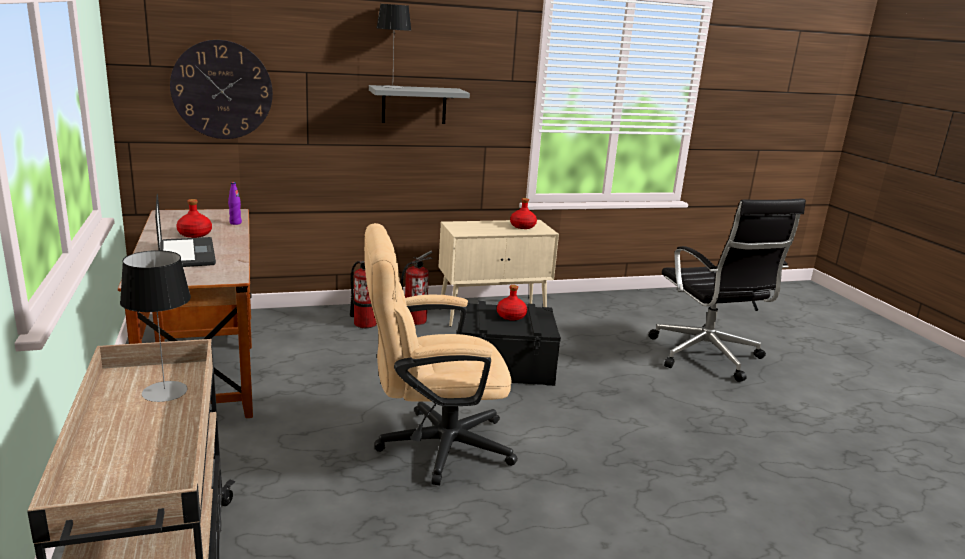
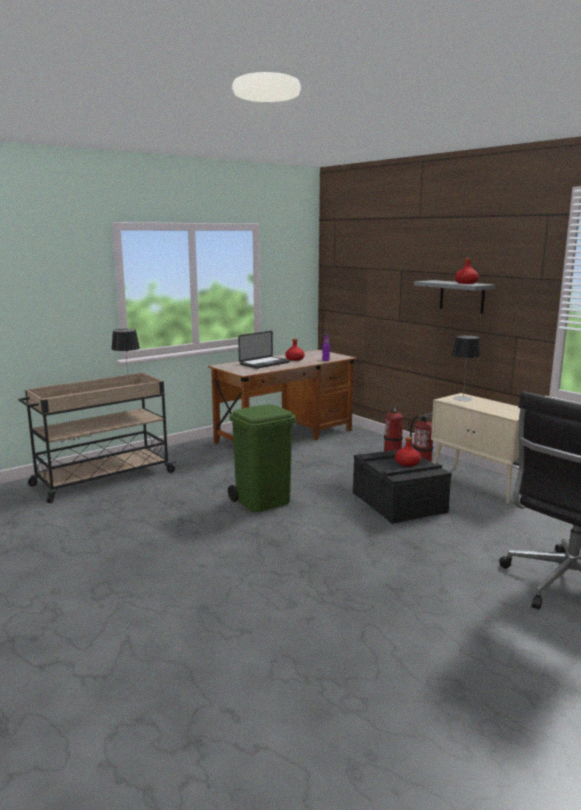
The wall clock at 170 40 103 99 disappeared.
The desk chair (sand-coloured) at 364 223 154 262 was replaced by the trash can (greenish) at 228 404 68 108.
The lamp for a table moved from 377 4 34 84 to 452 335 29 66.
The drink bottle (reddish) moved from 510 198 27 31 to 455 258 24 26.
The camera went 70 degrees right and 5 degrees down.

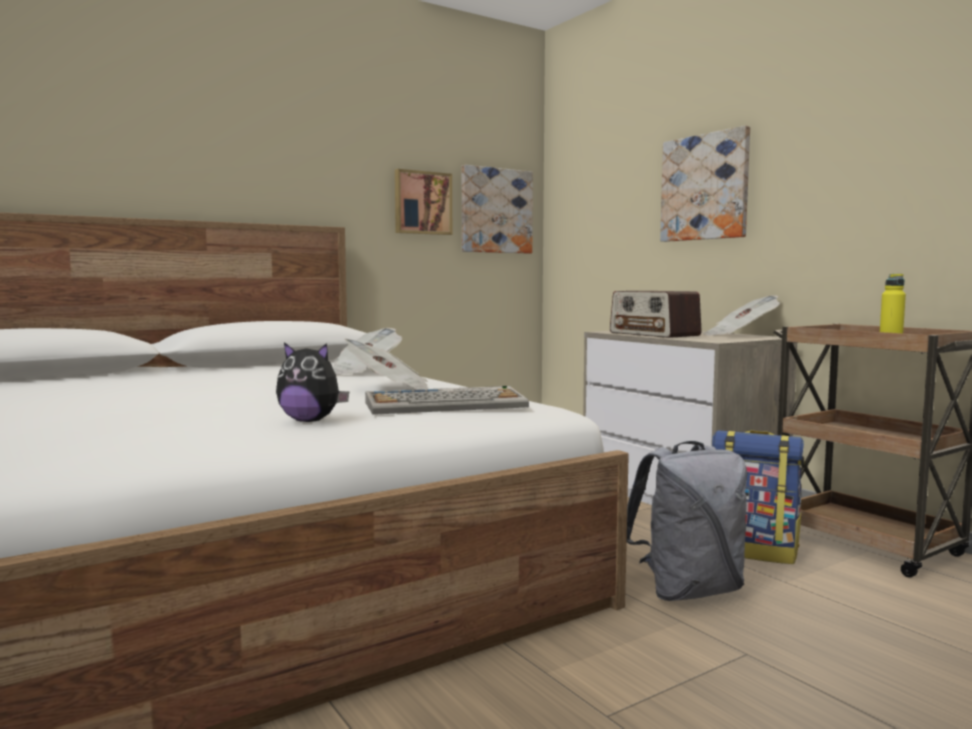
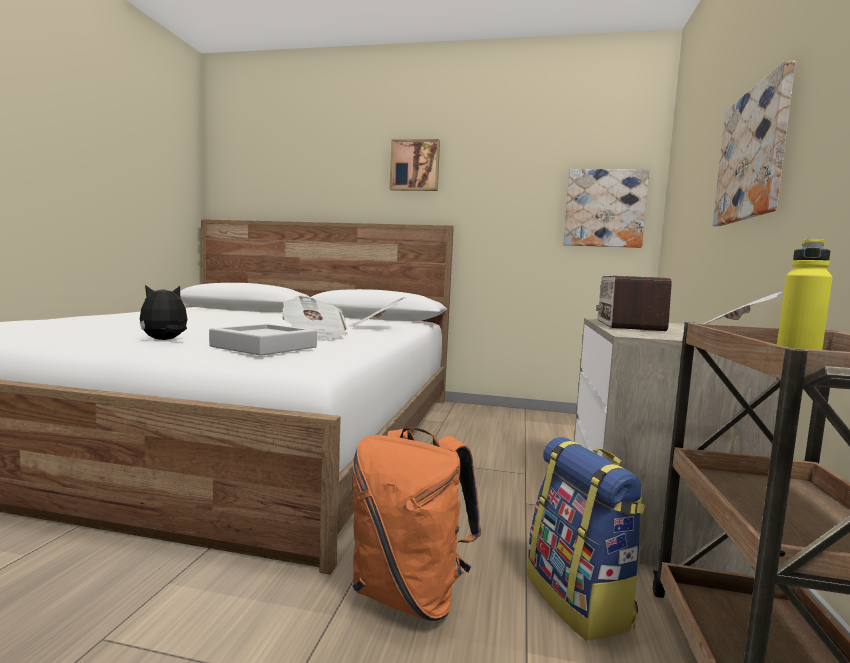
The soft toy at 276 342 73 80 turned 75 degrees clockwise.
The keyboard at 365 386 164 29 was replaced by the serving tray (gray) at 209 324 108 32.
The wall art moved from 395 169 57 66 to 390 139 50 52.
The backpack (gray) at 627 441 120 160 became the backpack (orange-coloured) at 352 427 129 194.
The camera went 45 degrees right and 0 degrees up.

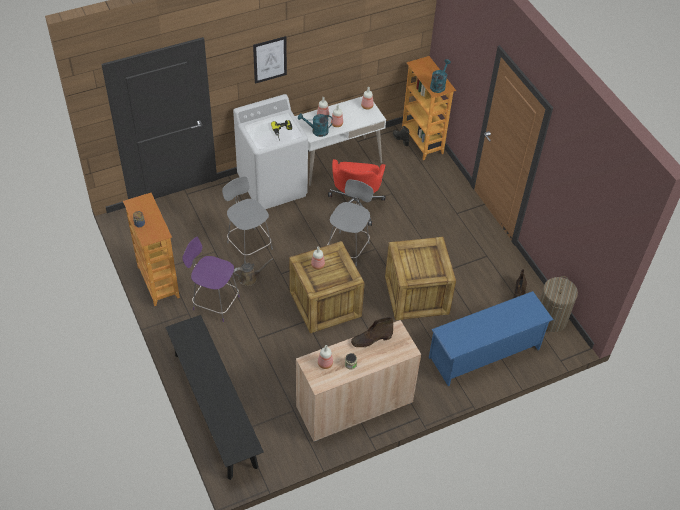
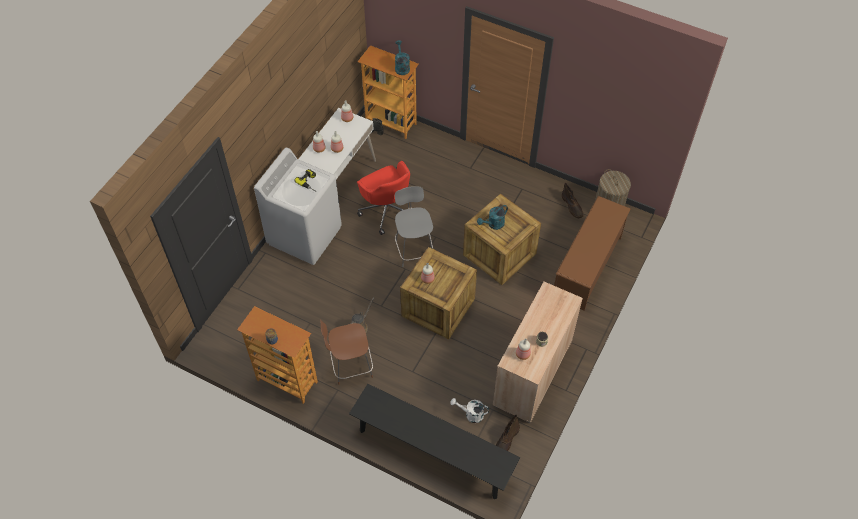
The sitting stool (purple-coloured) at 182 237 58 85 became the sitting stool (brown) at 320 319 53 66.
The sitting stool (gray) at 222 176 51 87 disappeared.
The wall art at 253 36 34 48 disappeared.
The watering can (turquoise-coloured) moved from 298 113 35 24 to 477 205 31 25.
The tall boot (brown) moved from 351 317 42 31 to 496 415 24 36.
The shoe stand (blue) at 429 291 125 95 became the shoe stand (brown) at 554 196 77 115.
The watering can (white-coloured) at 451 398 38 25 appeared.
The camera went 35 degrees left and 5 degrees up.

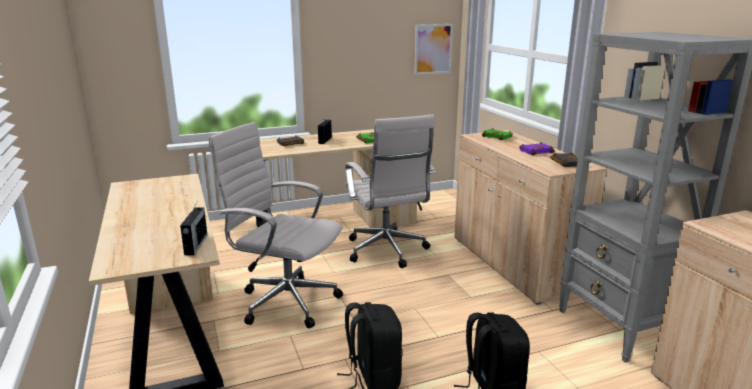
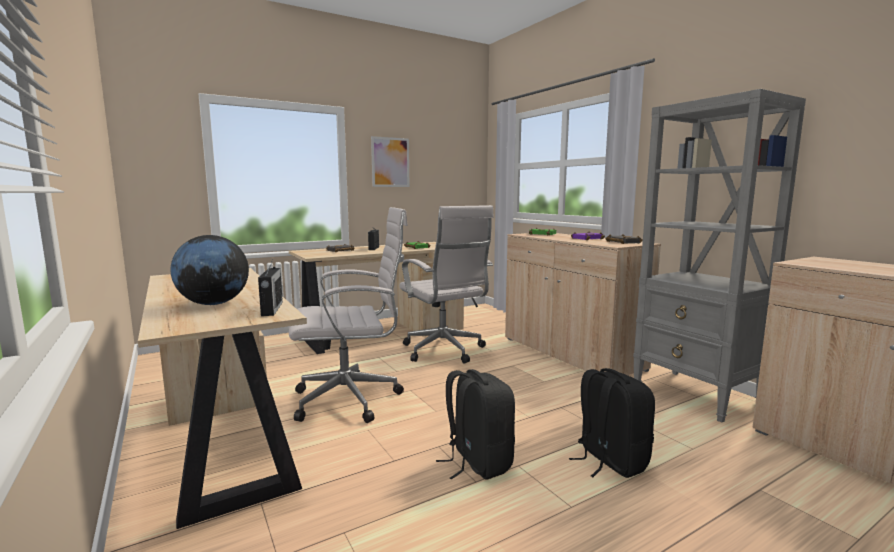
The desk chair (white-coloured) at 209 122 134 207 turned 150 degrees clockwise.
The wall art moved from 415 24 38 51 to 371 136 38 51.
The globe at 171 235 78 70 appeared.
The camera went 10 degrees left and 10 degrees down.

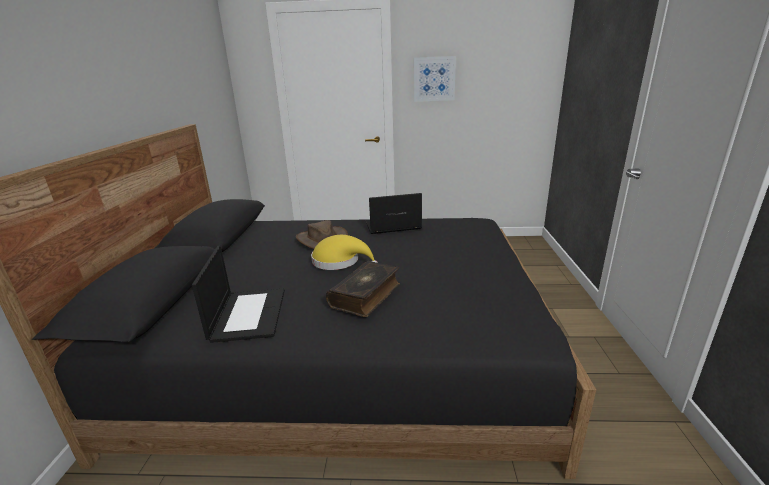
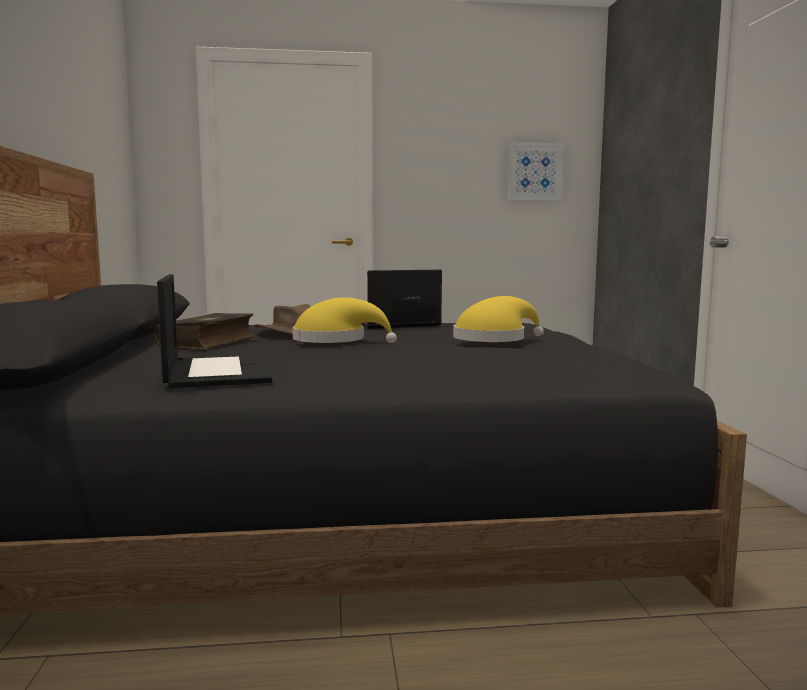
The volume moved from 326 261 74 56 to 155 313 100 36.
The wall art moved from 414 56 42 46 to 507 142 57 59.
The wearable hat (yellow) at 453 296 91 46 appeared.
The camera went 10 degrees left and 15 degrees down.

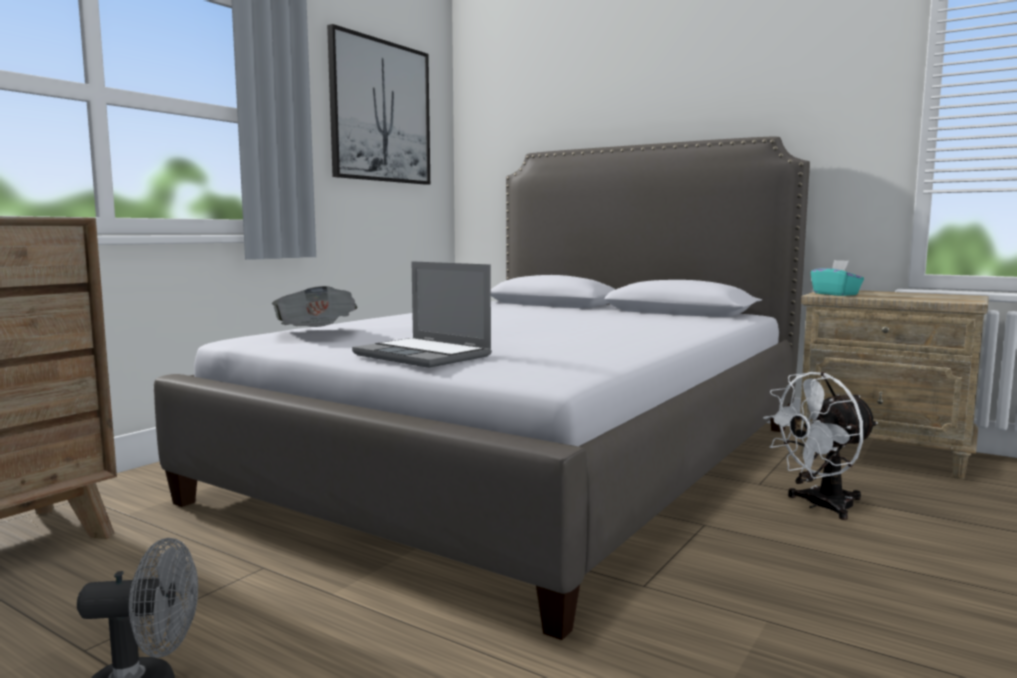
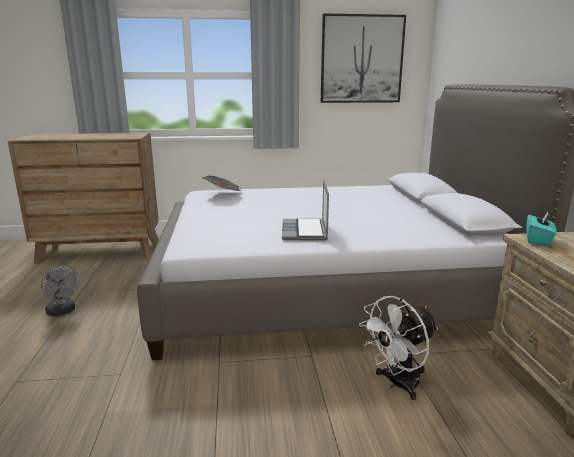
The laptop moved from 352 261 140 107 to 282 180 47 60.
The electric fan (white-coloured) at 763 372 115 148 turned 60 degrees counterclockwise.
The camera went 50 degrees right and 10 degrees up.

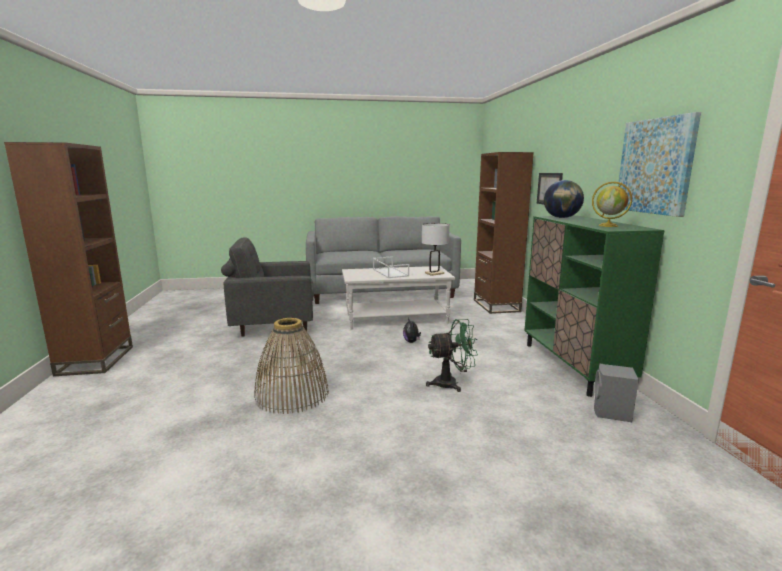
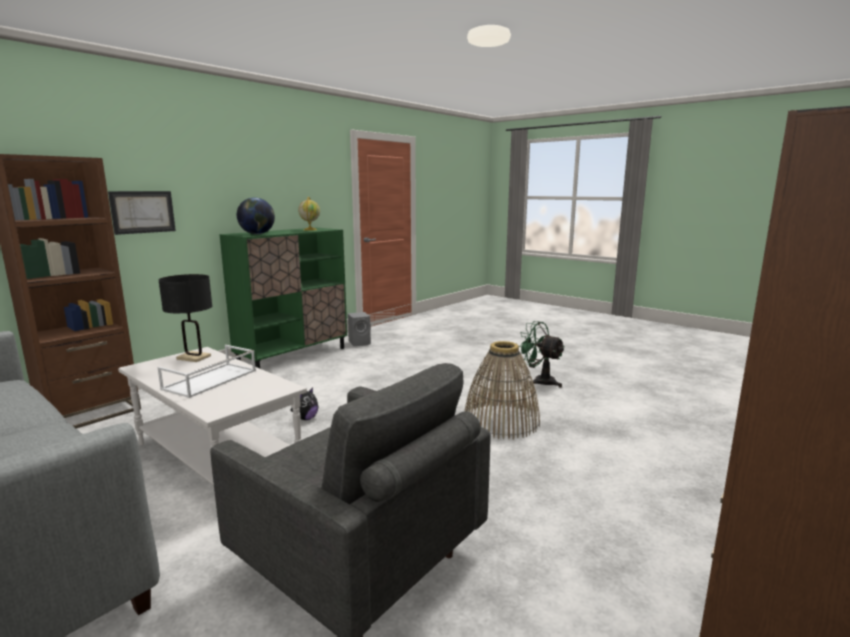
The lamp for a table (white-coloured) at 422 223 28 53 became the lamp for a table (black) at 159 274 53 88.
The electric fan (greenish) moved from 426 319 52 73 to 519 321 46 66.
The wall art at 618 112 83 105 disappeared.
The camera went 130 degrees left and 0 degrees up.

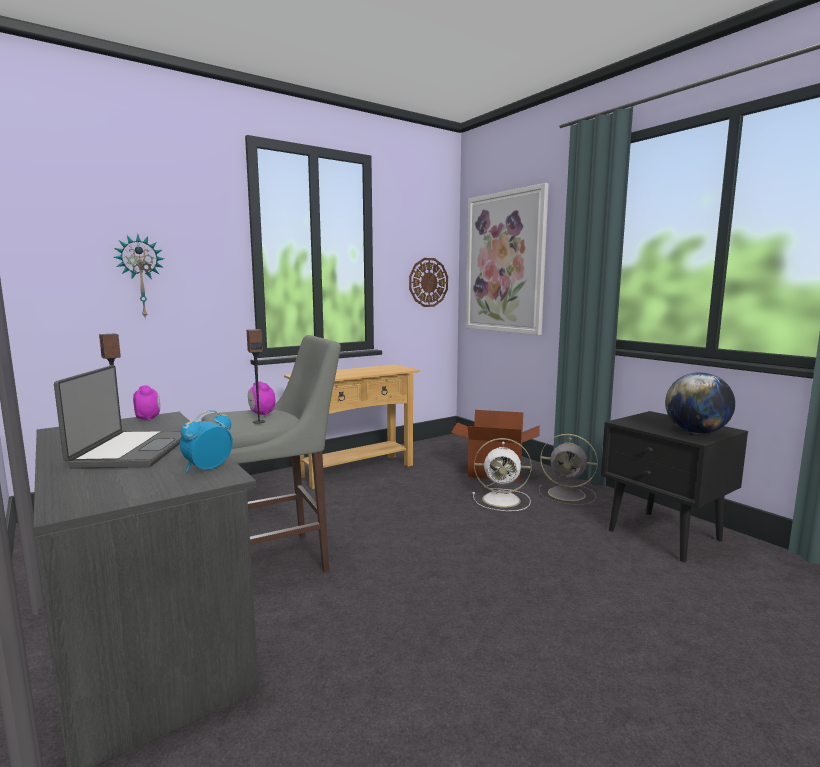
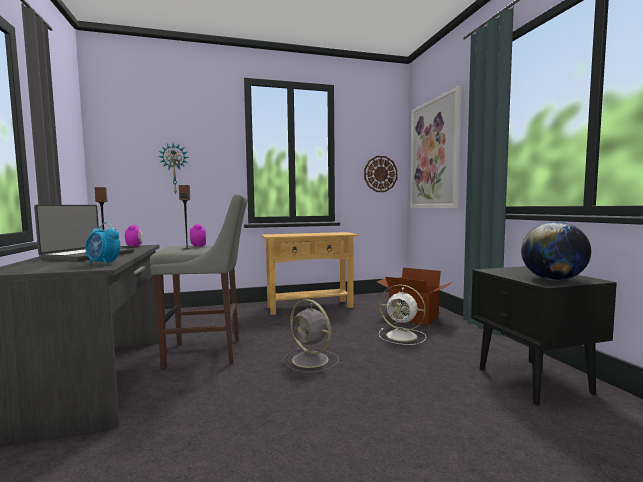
The bedside clock at 180 410 53 62 turned 120 degrees counterclockwise.
The electric fan (gray) moved from 539 434 59 71 to 284 299 55 74.
The camera went 20 degrees right and 5 degrees down.

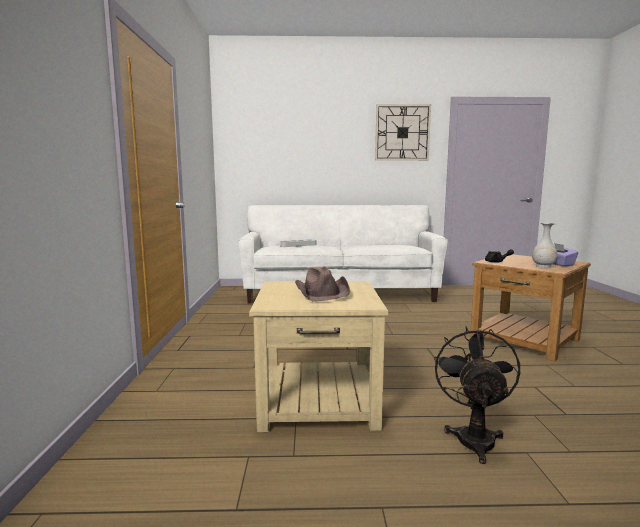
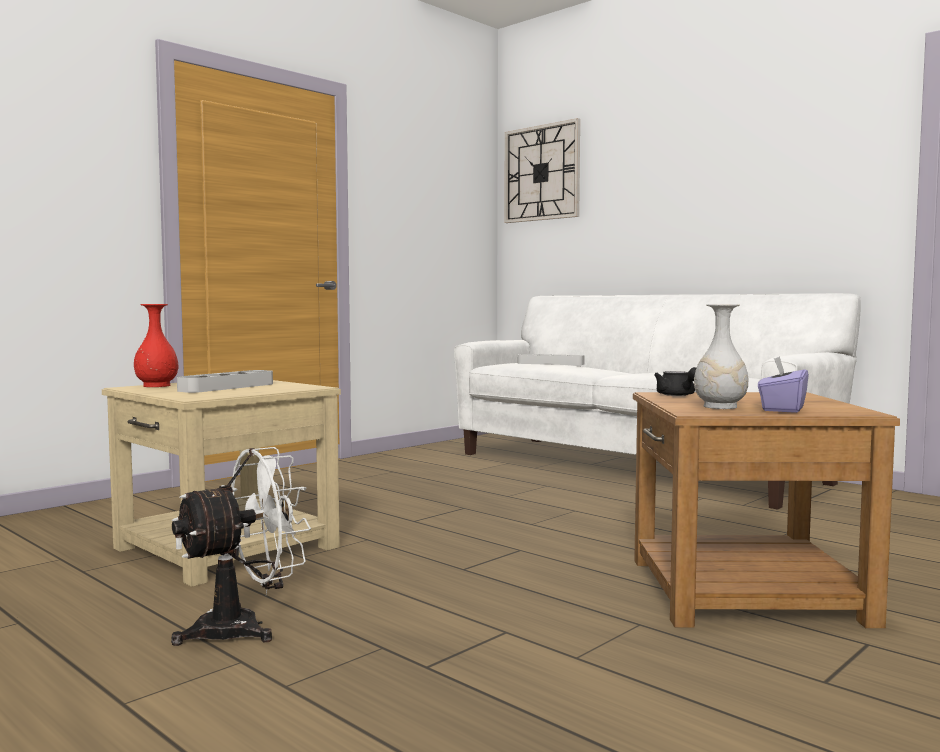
The wearable hat (brown) at 295 266 55 36 was replaced by the serving tray (gray) at 177 370 96 23.
The wall clock moved from 375 104 56 57 to 504 118 76 105.
The electric fan (black) at 434 326 86 138 became the electric fan (white-coloured) at 171 447 140 199.
The decorative vase (reddish) at 134 304 45 83 appeared.
The camera went 45 degrees right and 5 degrees down.

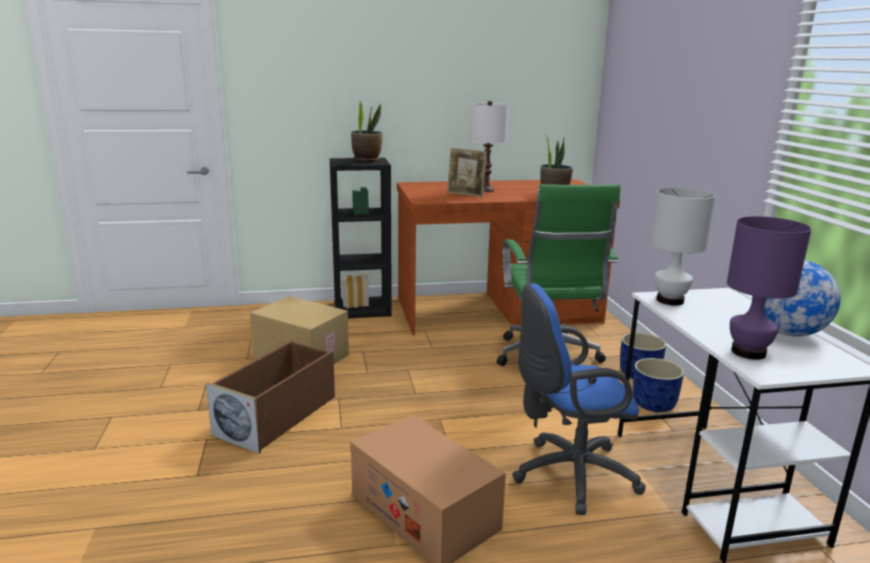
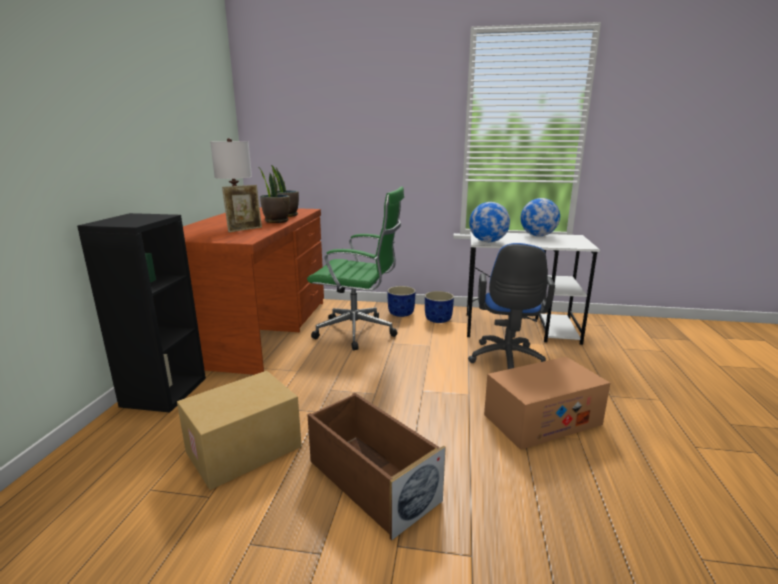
The houseplant moved from 351 101 32 61 to 259 168 31 55.
The lamp for a table (white-coloured) at 651 188 64 118 was replaced by the globe at 469 202 41 40.
The lamp for a table (purple-coloured) at 727 216 84 144 disappeared.
The camera went 70 degrees left and 0 degrees up.

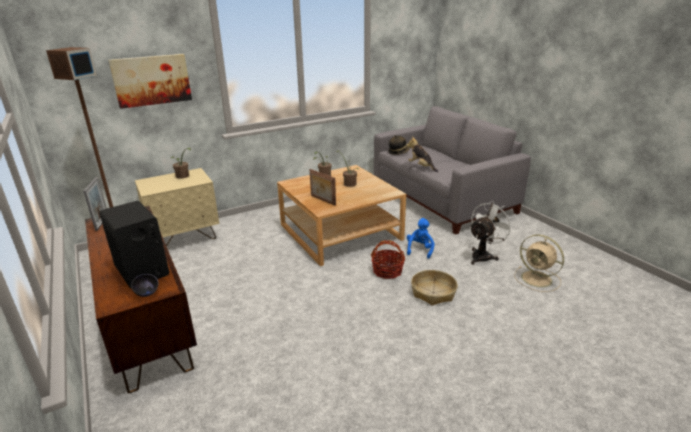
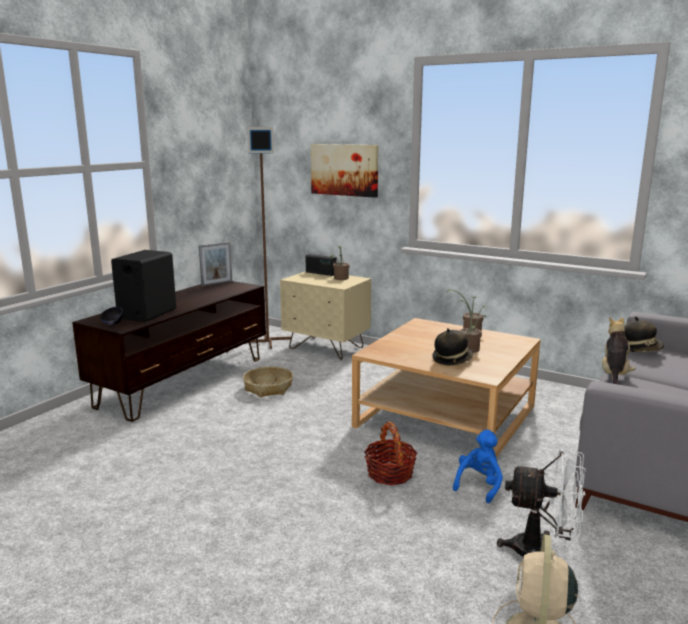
The photo frame at 309 169 27 37 disappeared.
The soft toy (blue) at 407 218 28 41 turned 45 degrees counterclockwise.
The household basket moved from 411 270 47 36 to 243 366 50 31.
The radio at 305 254 32 22 appeared.
The wearable hat at 432 328 41 38 appeared.
The camera went 60 degrees right and 10 degrees down.

